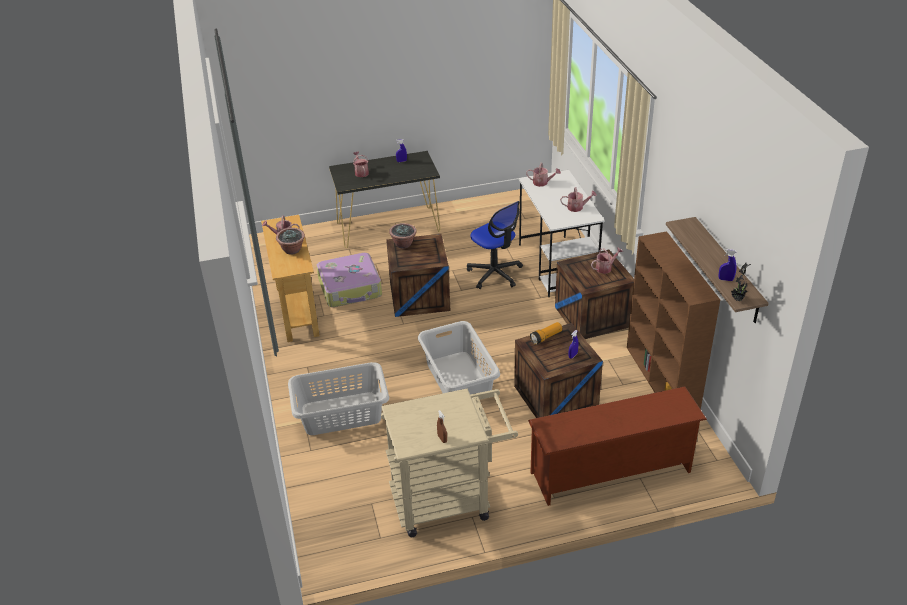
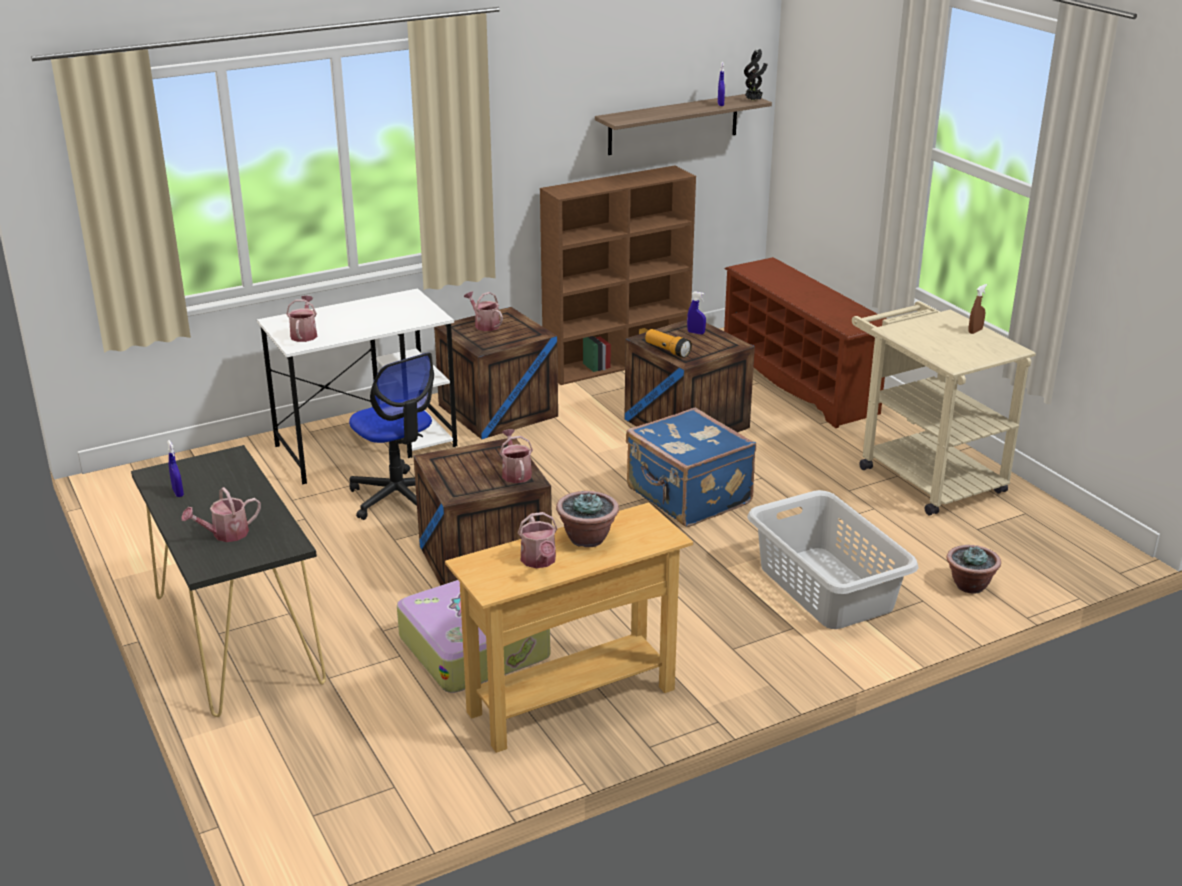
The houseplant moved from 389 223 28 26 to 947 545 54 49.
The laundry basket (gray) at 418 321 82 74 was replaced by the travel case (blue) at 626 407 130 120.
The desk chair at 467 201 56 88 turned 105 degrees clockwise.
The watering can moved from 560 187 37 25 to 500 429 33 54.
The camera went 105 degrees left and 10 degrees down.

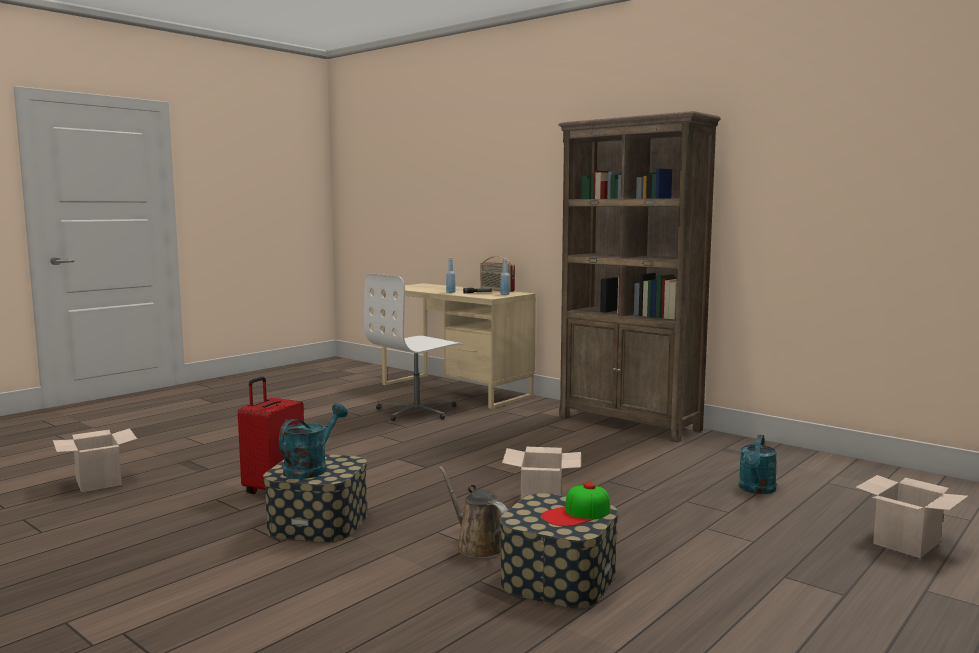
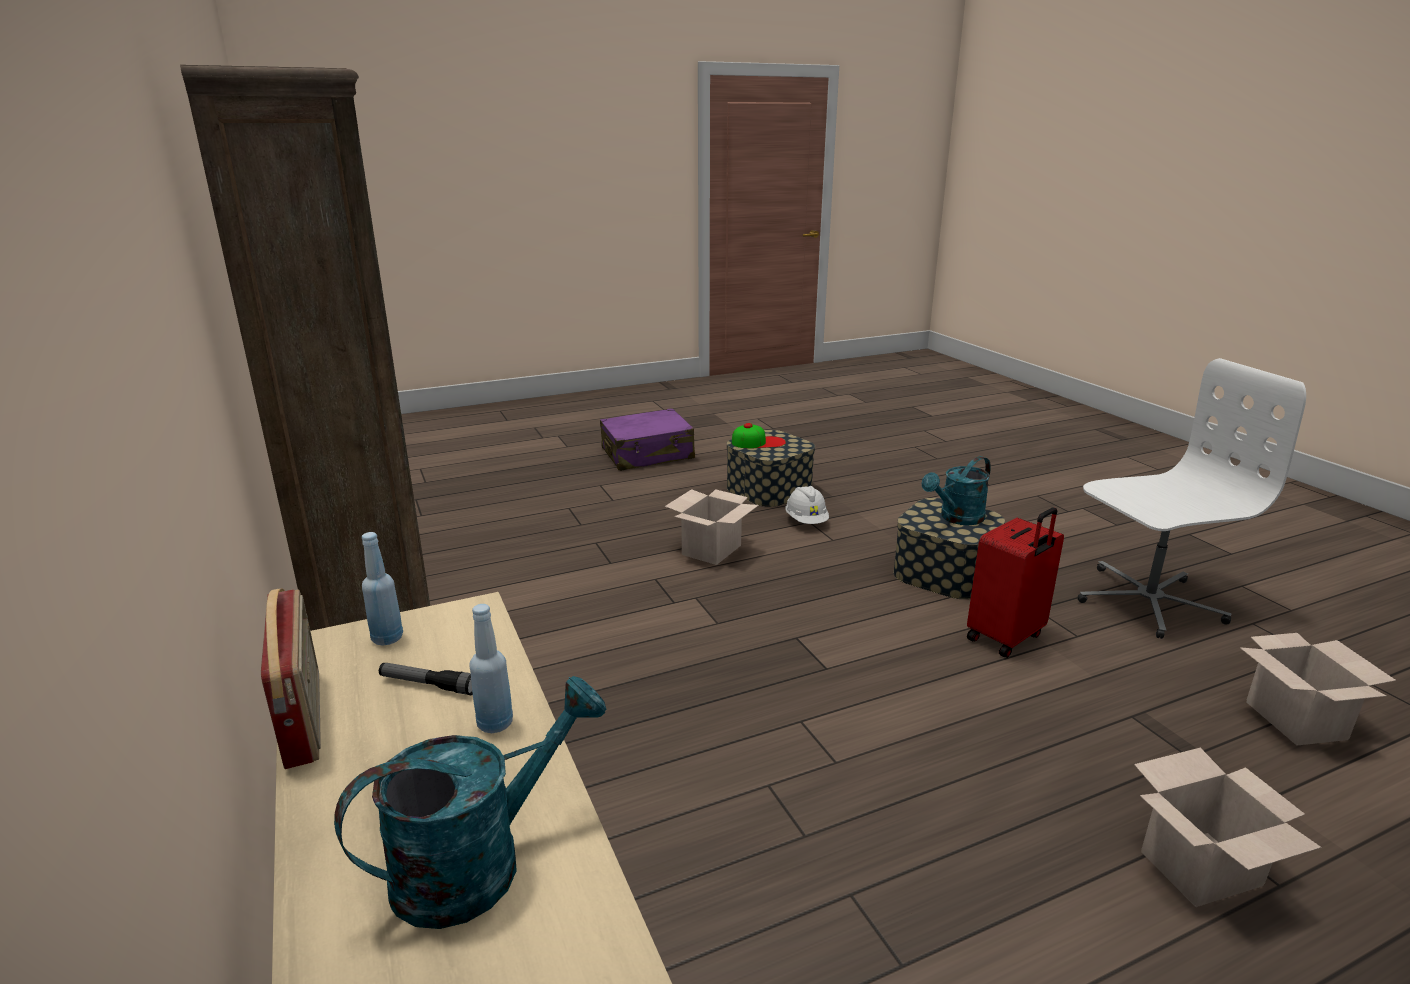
The desk chair (white-coloured) moved from 364 273 100 148 to 1078 358 228 281.
The watering can (brown) at 439 466 69 92 was replaced by the hard hat (white-coloured) at 785 486 44 38.
The watering can (turquoise-coloured) moved from 739 435 38 59 to 334 676 273 253.
The carton moved from 855 475 113 83 to 1134 748 187 159.
The travel case (purple-coloured) at 600 408 95 63 appeared.
The camera went 155 degrees left and 15 degrees up.

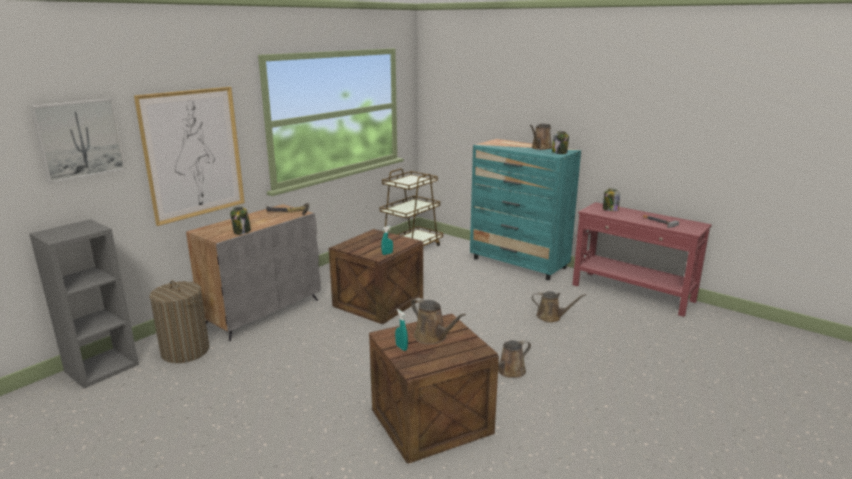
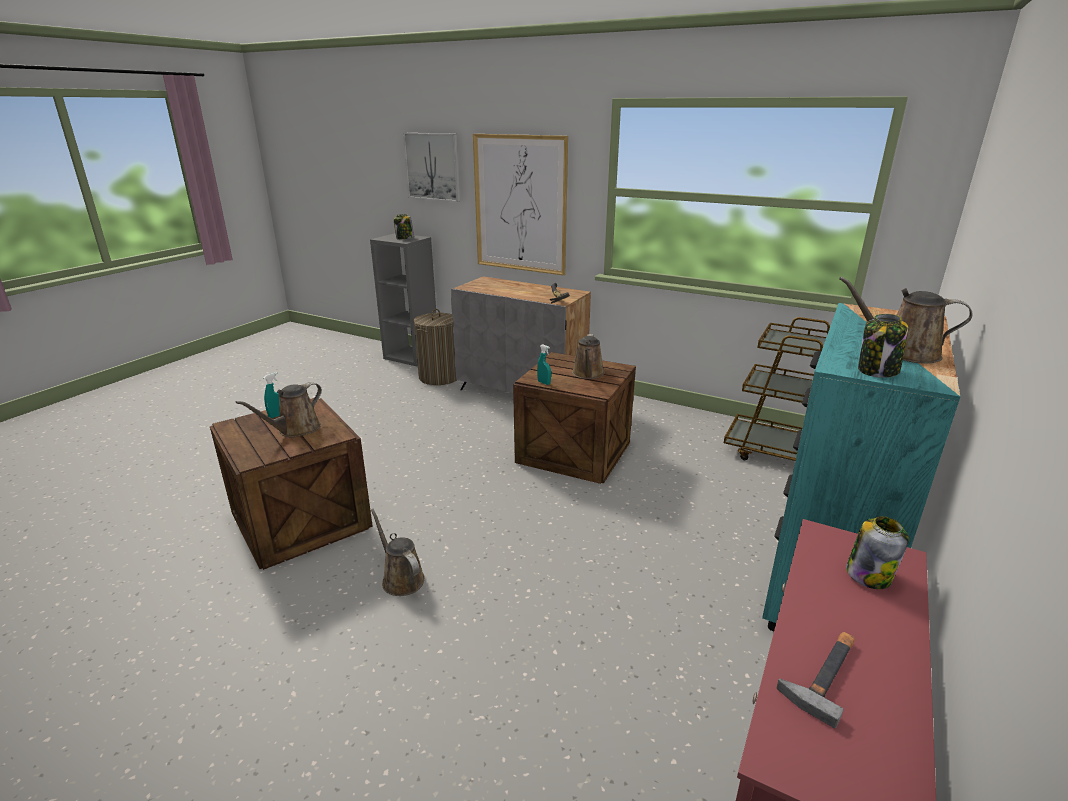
The storage jar moved from 230 206 21 28 to 393 214 21 25.
The watering can (brown) moved from 532 291 54 32 to 572 334 33 45.
The camera went 80 degrees right and 5 degrees up.

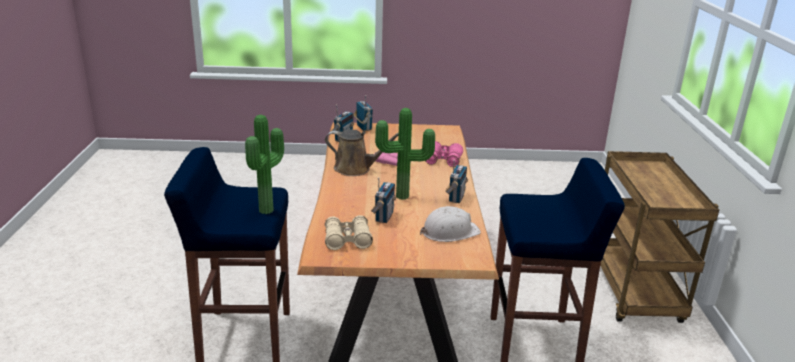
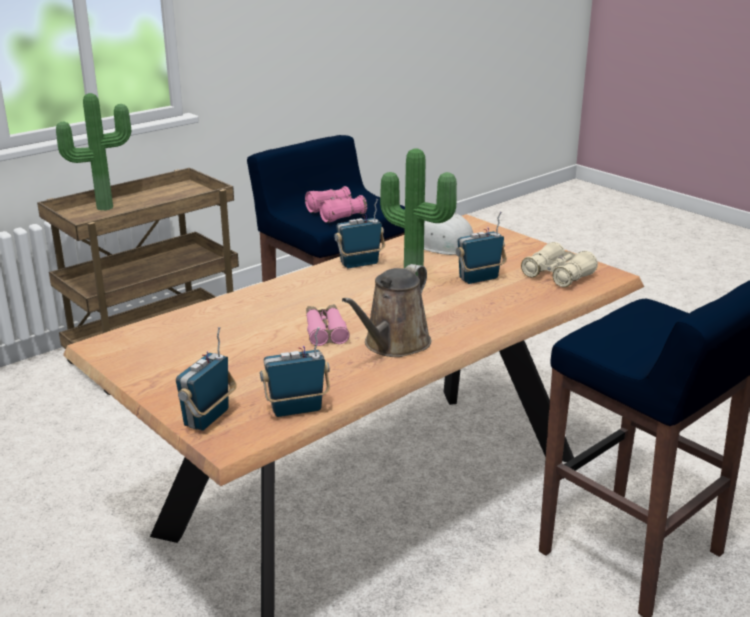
The houseplant moved from 245 115 39 99 to 56 93 75 118.
The watering can (brown) at 325 130 74 46 turned 120 degrees counterclockwise.
The binoculars (pink-coloured) moved from 425 141 38 26 to 305 186 62 37.
The camera went 130 degrees left and 0 degrees up.

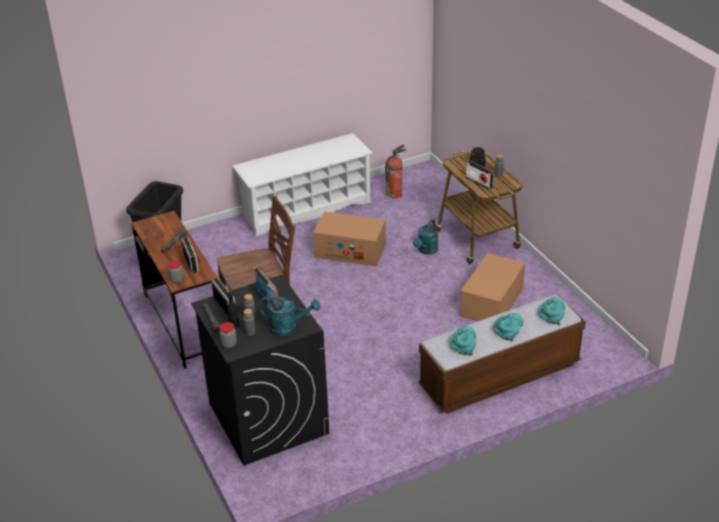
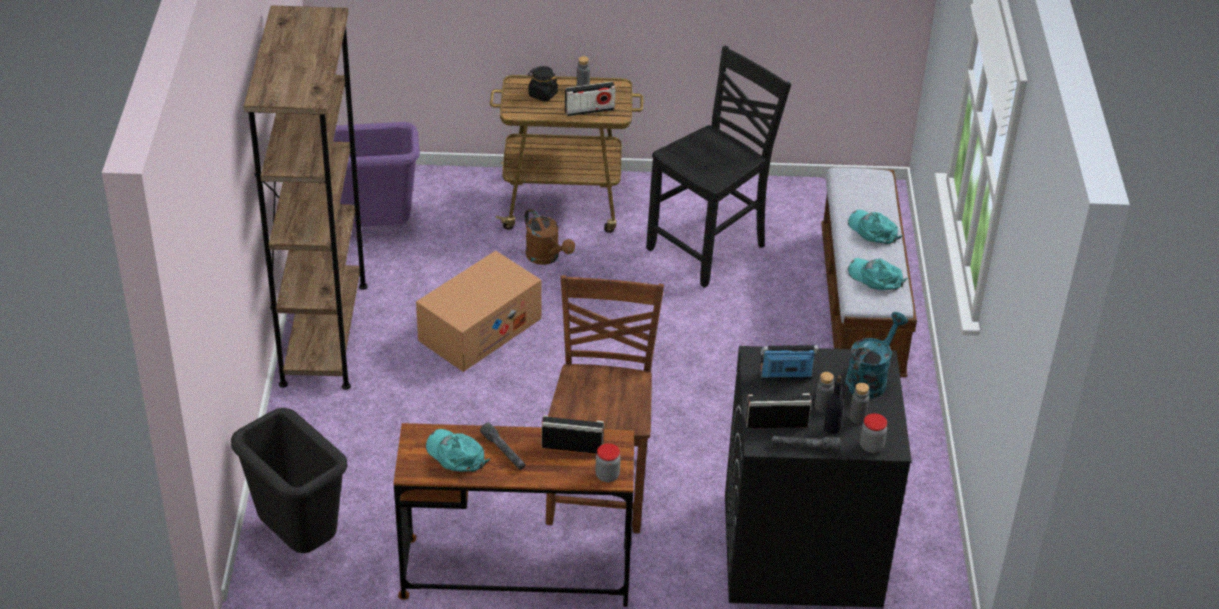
The shoe stand (white-coloured) at 232 133 141 103 was replaced by the shelving unit (brown) at 244 5 124 385.
The fire-fighting cylinder at 385 145 21 54 was replaced by the trash can (purple-coloured) at 333 122 87 105.
The watering can (turquoise-coloured) at 413 219 25 36 became the watering can (brown) at 524 209 51 56.
The carton at 460 253 65 69 was replaced by the plain chair (black) at 646 46 145 242.
The cap (turquoise-coloured) moved from 539 297 26 27 to 426 429 64 43.
The camera went 65 degrees left and 5 degrees up.

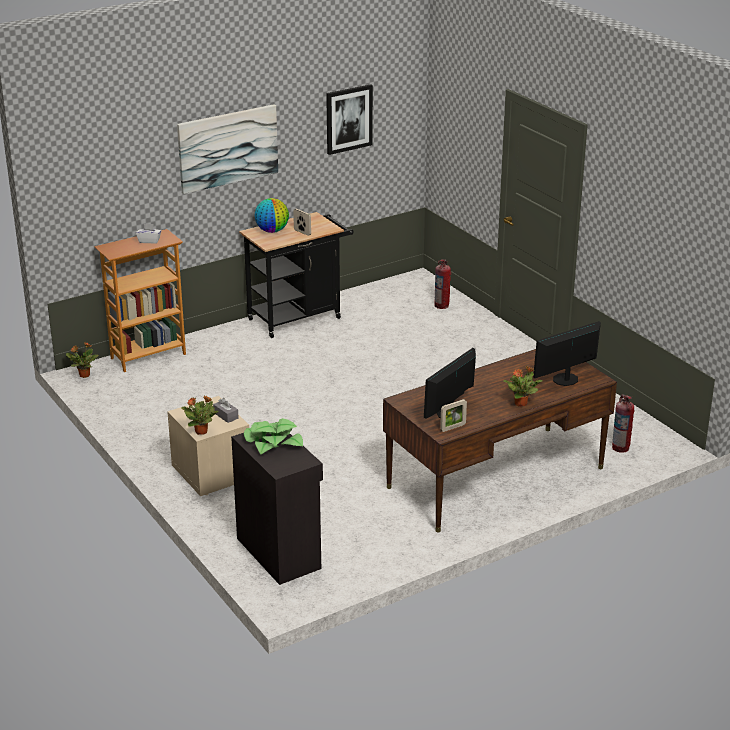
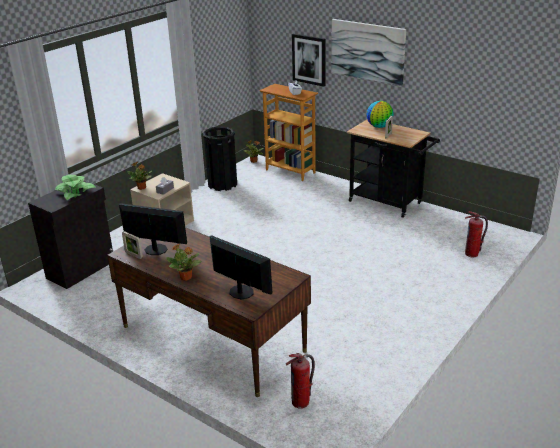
The wall art moved from 326 84 47 71 to 292 34 34 53.
The trash can (black) at 203 126 34 65 appeared.
The camera went 70 degrees right and 0 degrees up.

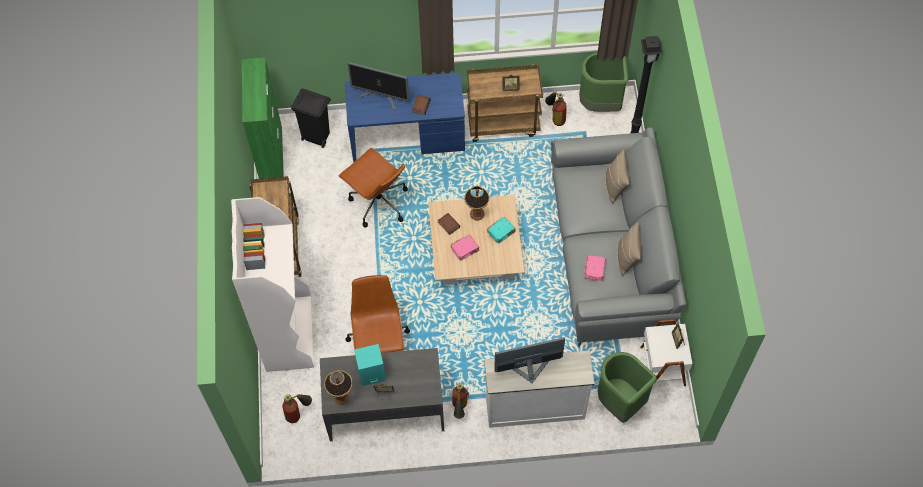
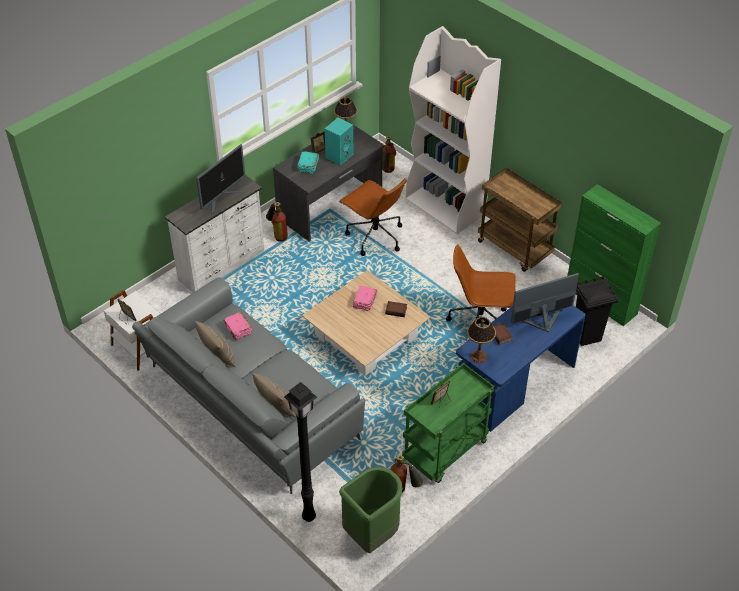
The lamp for a table moved from 464 186 26 35 to 467 317 29 46.
The cart (brown) at 467 64 76 78 became the cart (greenish) at 402 363 92 120.
The volume (turquoise-coloured) moved from 487 217 28 26 to 297 152 22 22.
The trash can (greenish) at 598 352 59 71 disappeared.
The camera went 140 degrees right and 15 degrees down.

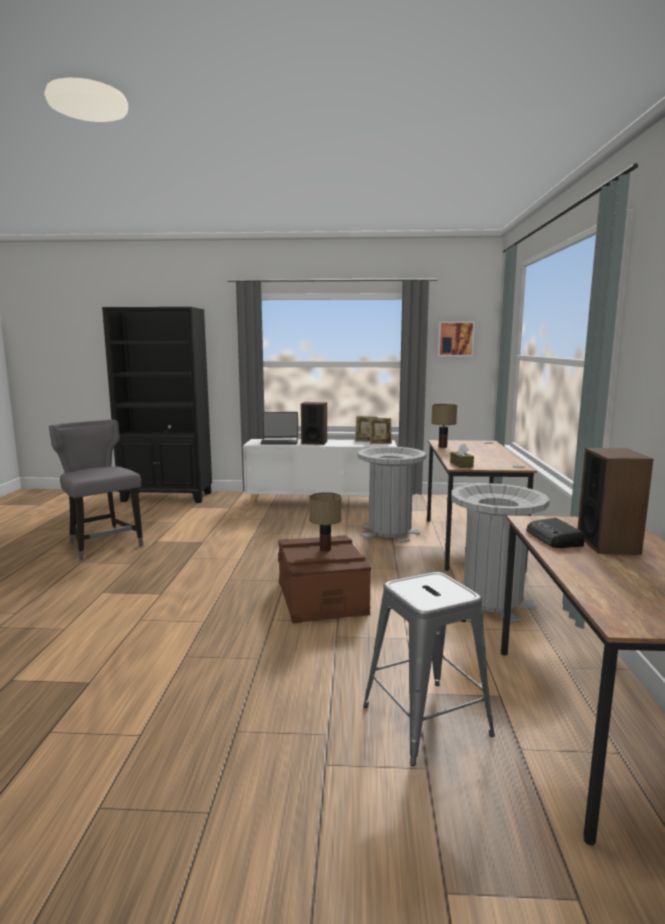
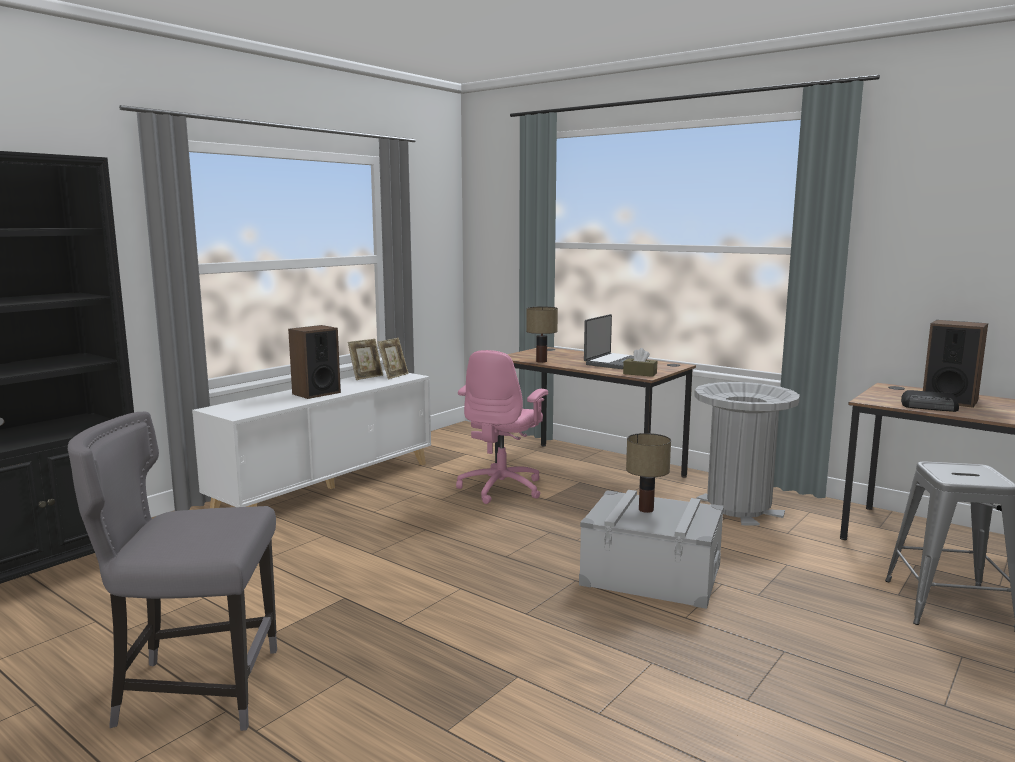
The laptop moved from 261 412 37 33 to 584 314 50 55.
The storage bin (brown) at 278 535 93 89 became the storage bin (gray) at 579 490 145 119.
The trash can (gray) at 358 447 68 96 was replaced by the desk chair (pink-coloured) at 456 350 92 154.
The wall art at 438 321 37 35 disappeared.
The camera went 55 degrees left and 0 degrees up.

